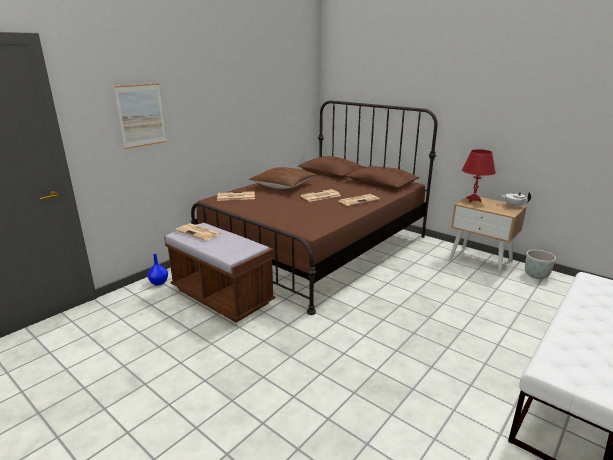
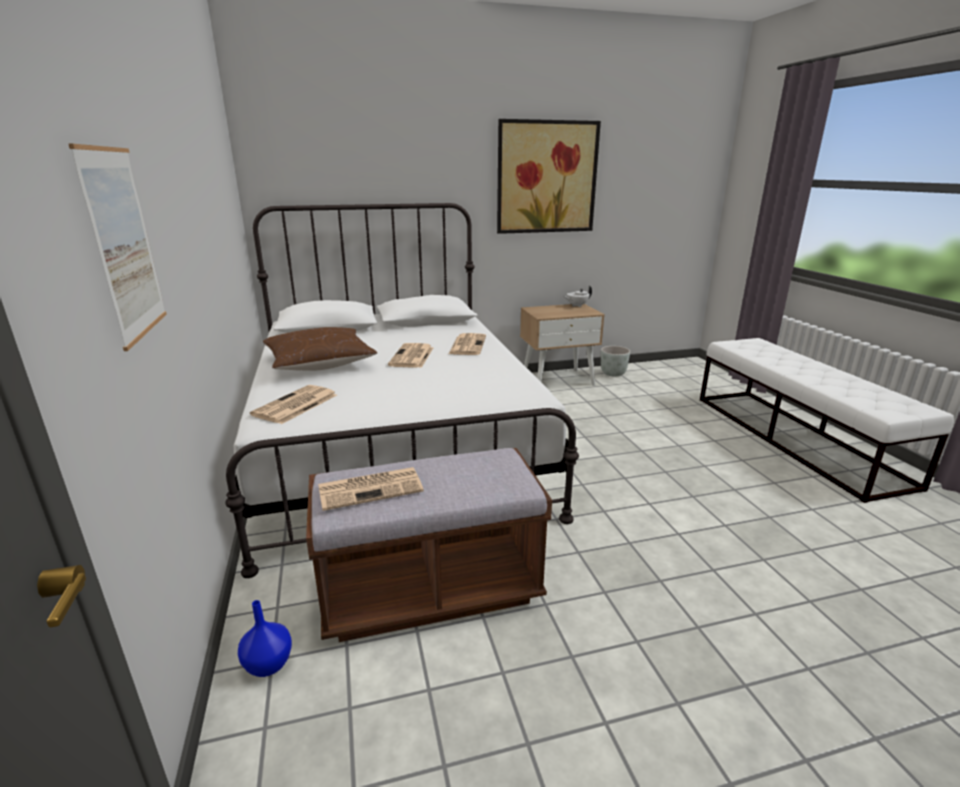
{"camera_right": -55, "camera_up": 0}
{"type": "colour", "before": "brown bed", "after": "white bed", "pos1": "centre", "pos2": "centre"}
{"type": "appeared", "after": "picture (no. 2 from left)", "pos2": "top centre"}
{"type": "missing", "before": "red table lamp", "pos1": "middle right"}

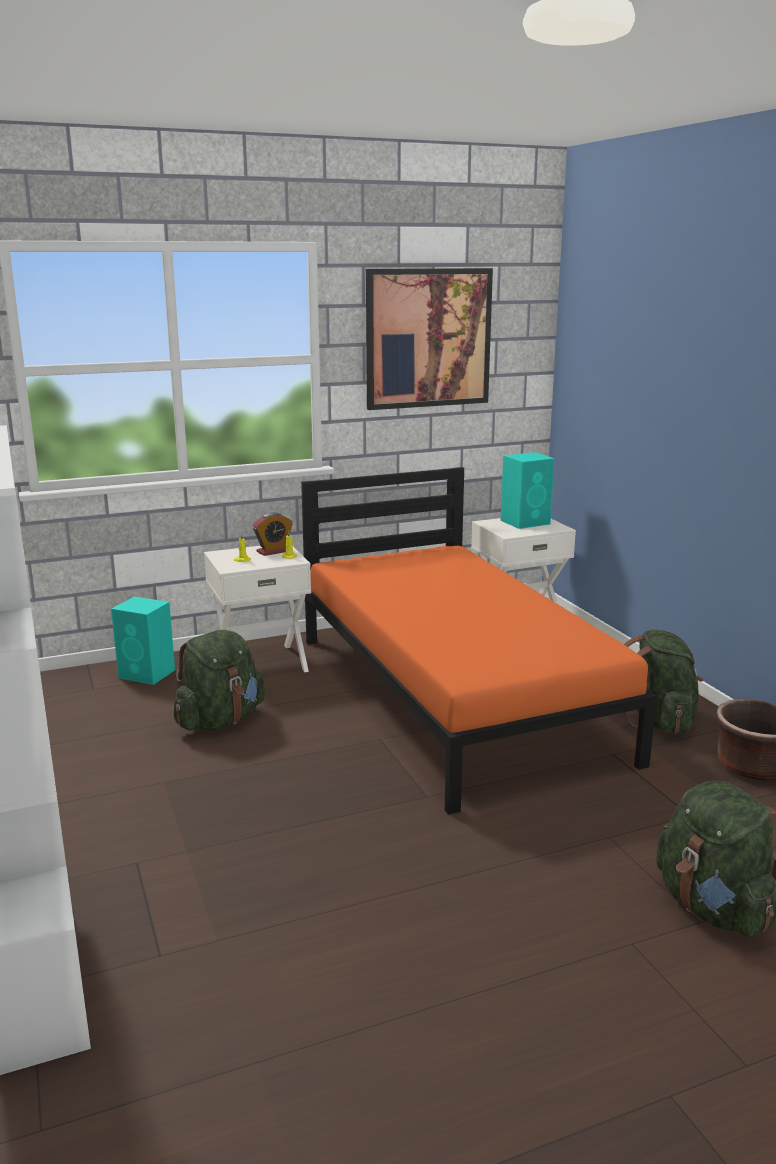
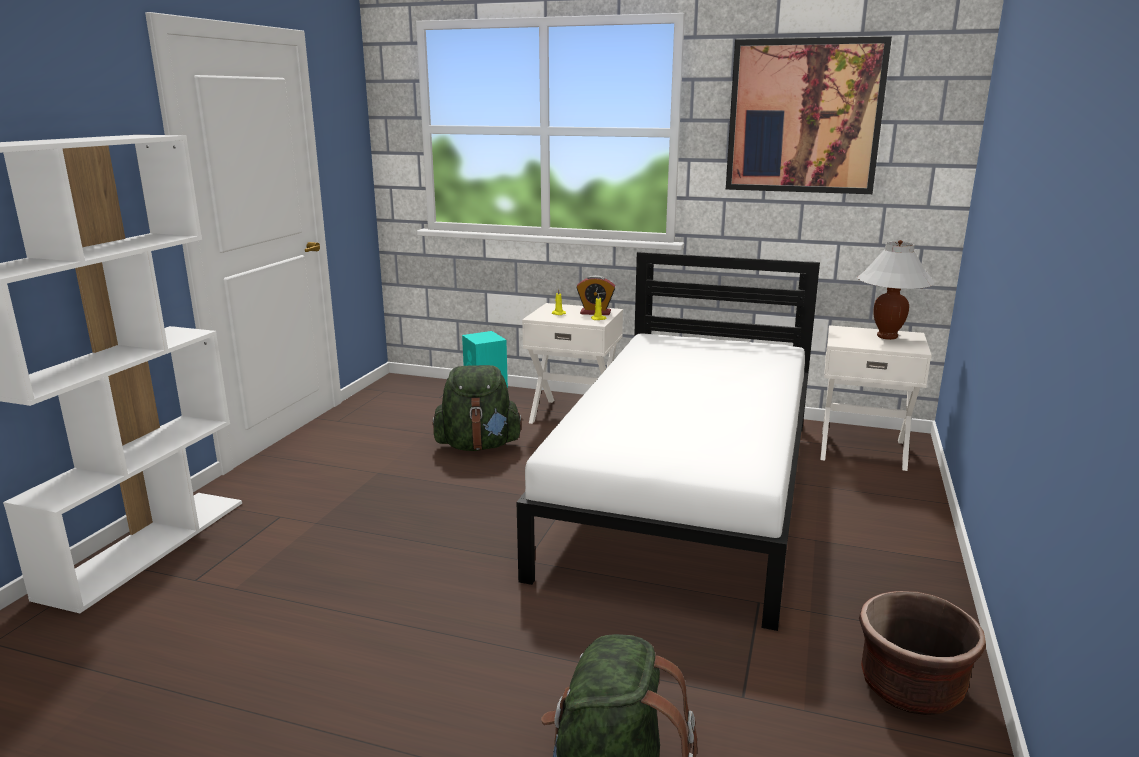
{"camera_right": 40, "camera_up": 0}
{"type": "colour", "before": "orange bed", "after": "white bed", "pos1": "centre", "pos2": "centre"}
{"type": "exchanged", "before": "turquoise speaker (no. 2 from left)", "after": "white table lamp", "pos1": "middle right", "pos2": "middle right"}
{"type": "missing", "before": "green backpack (no. 2 from left)", "pos1": "middle right"}

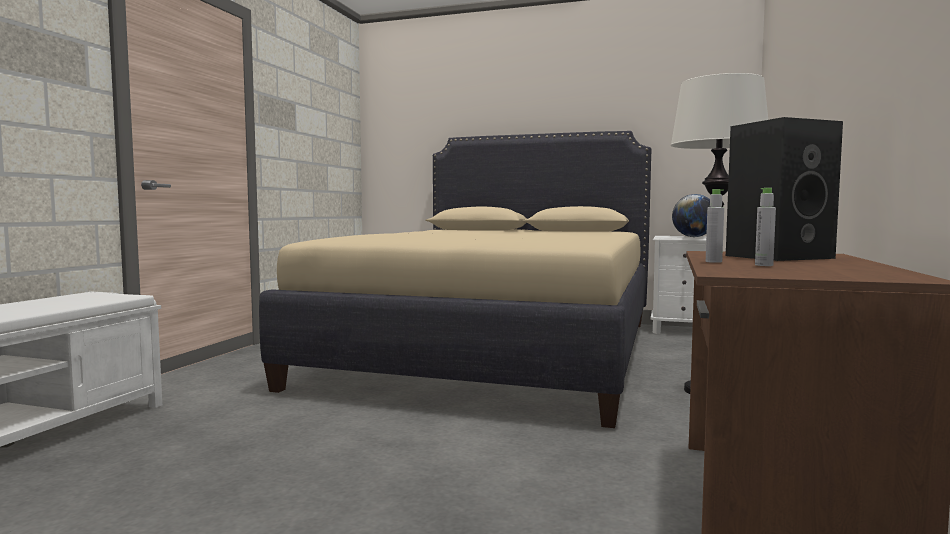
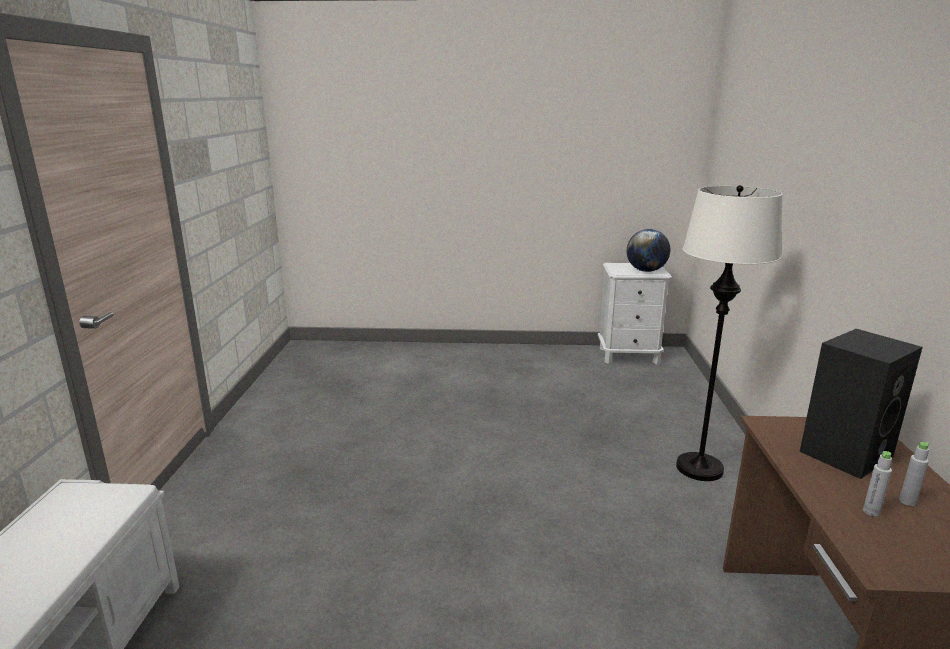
{"camera_right": -15, "camera_up": 15}
{"type": "relocated", "before": "grey bottle (no. 1 from left in the first image)", "after": "grey bottle (no. 2 from left)", "pos1": "middle right", "pos2": "bottom right"}
{"type": "missing", "before": "beige bed", "pos1": "centre"}

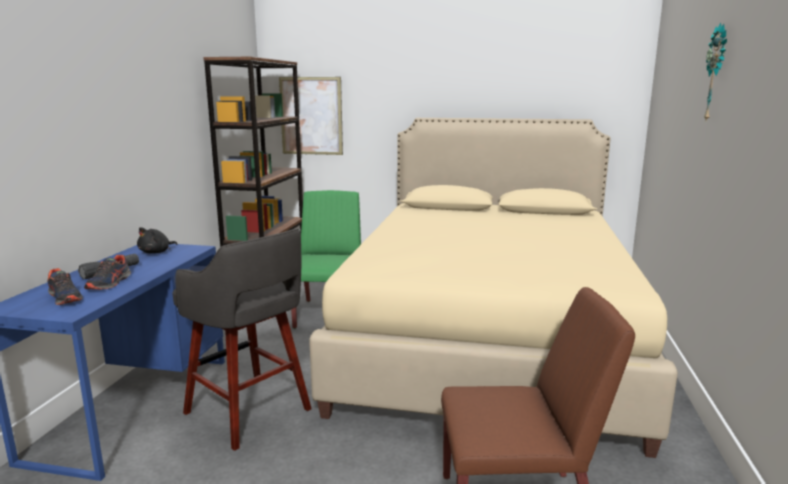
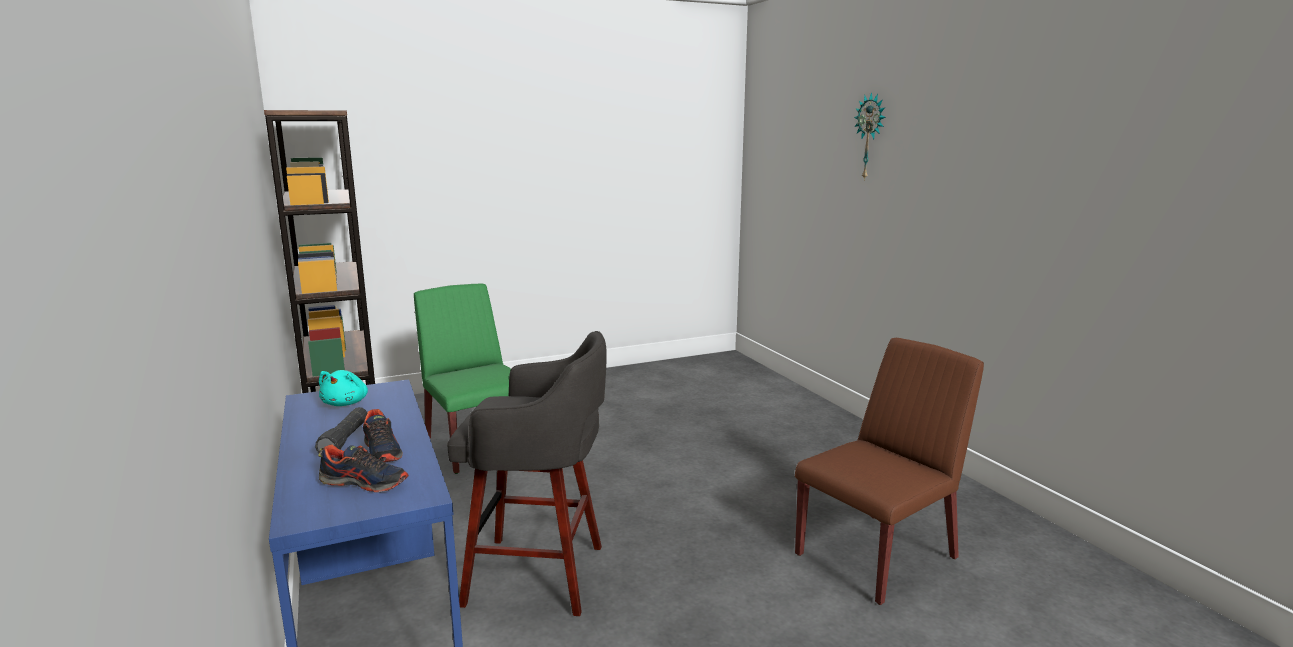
{"camera_right": -35, "camera_up": 0}
{"type": "colour", "before": "black plush toy", "after": "turquoise plush toy", "pos1": "middle left", "pos2": "middle left"}
{"type": "missing", "before": "picture", "pos1": "top centre"}
{"type": "missing", "before": "beige bed", "pos1": "centre"}

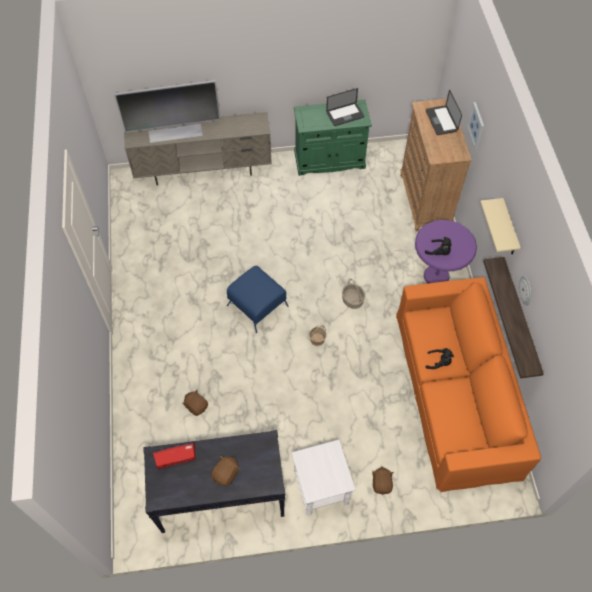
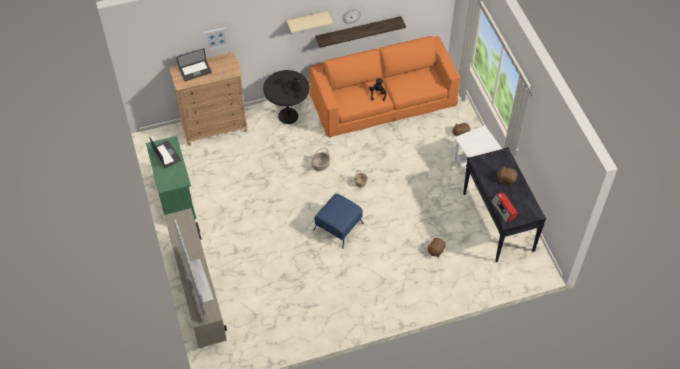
{"camera_right": -100, "camera_up": -5}
{"type": "colour", "before": "purple side table", "after": "black side table", "pos1": "middle right", "pos2": "top centre"}

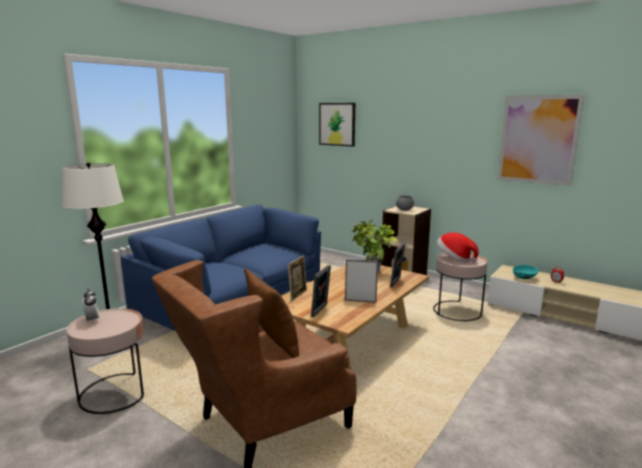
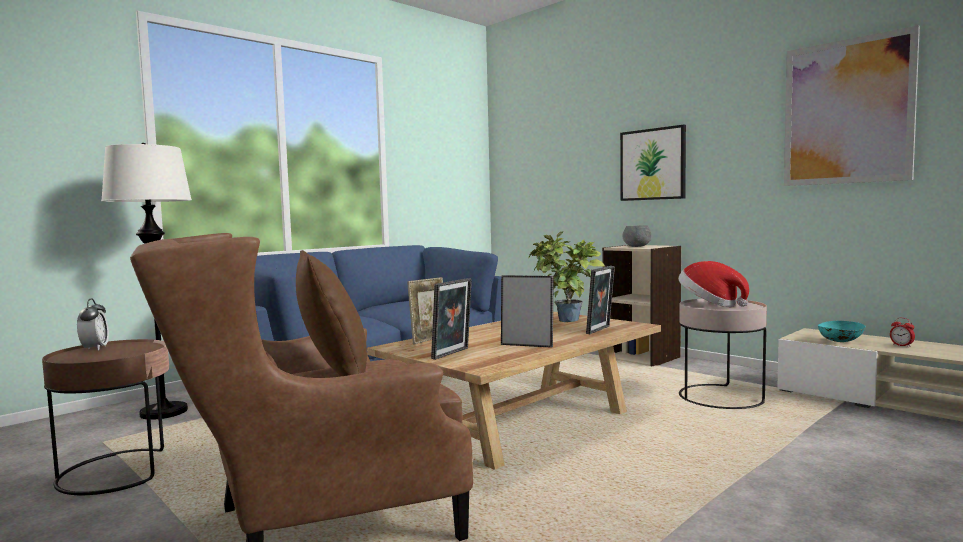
{"camera_right": 10, "camera_up": -10}
{"type": "colour", "before": "pink side table (no. 1 from left)", "after": "brown side table", "pos1": "bottom left", "pos2": "bottom left"}
{"type": "relocated", "before": "picture (no. 1 from left)", "pos1": "top centre", "pos2": "top right"}

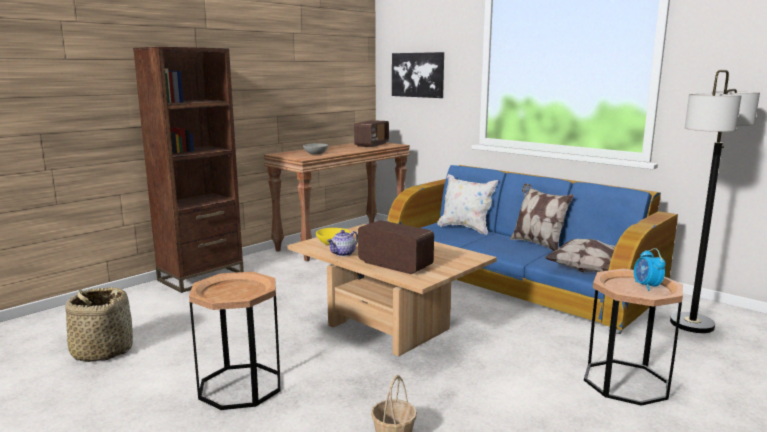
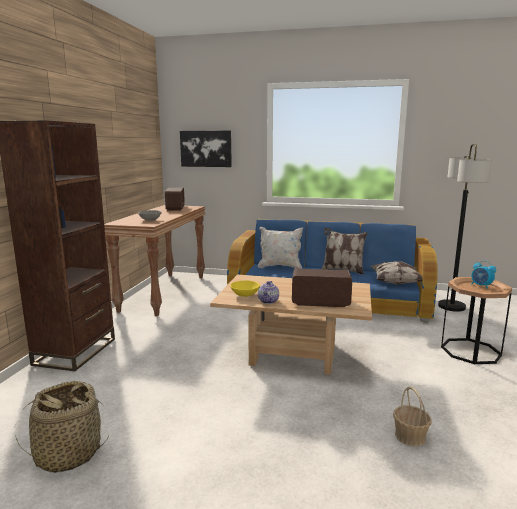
{"camera_right": -30, "camera_up": 0}
{"type": "missing", "before": "brown side table (no. 1 from left)", "pos1": "bottom left"}

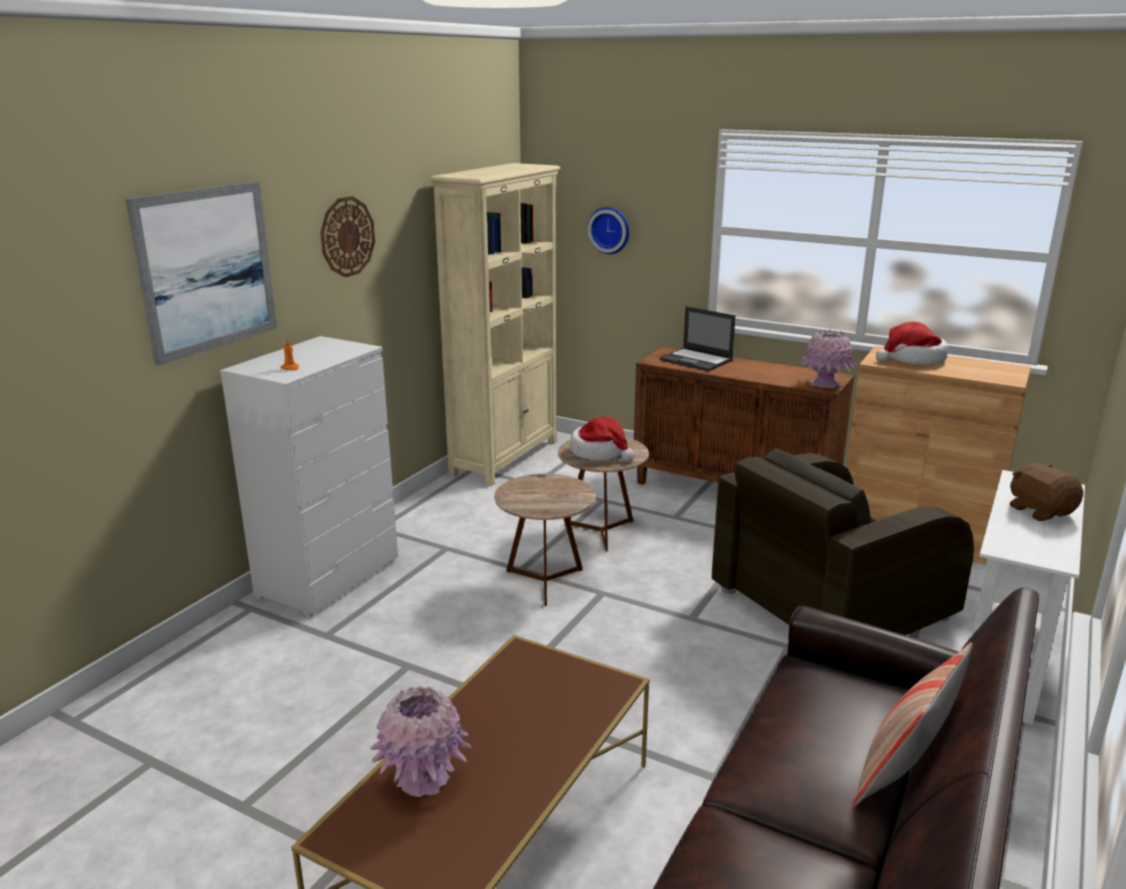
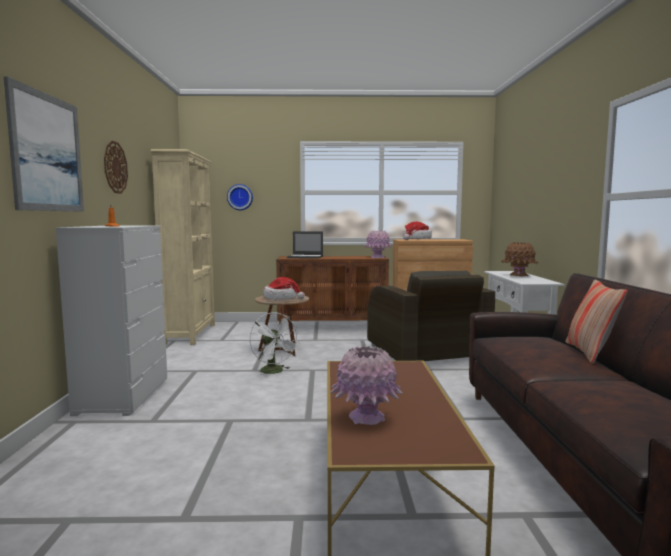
{"camera_right": -30, "camera_up": -15}
{"type": "exchanged", "before": "brown side table (no. 1 from left)", "after": "white fan", "pos1": "centre", "pos2": "centre"}
{"type": "spun", "before": "brown armchair", "pos1": "middle right", "pos2": "centre", "turn": -45}
{"type": "exchanged", "before": "brown plush toy", "after": "brown vase", "pos1": "middle right", "pos2": "middle right"}

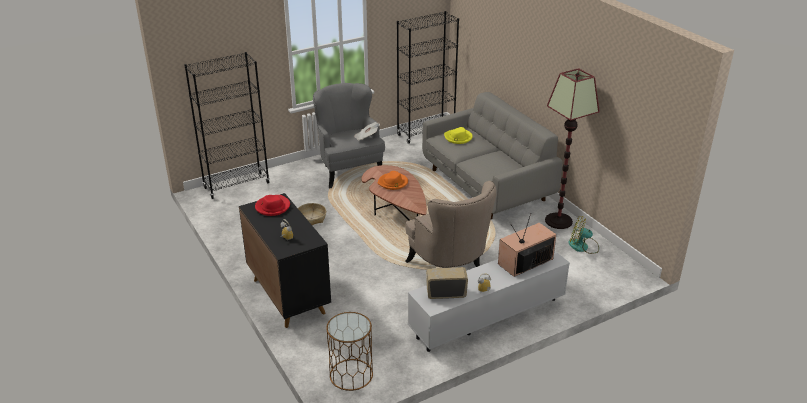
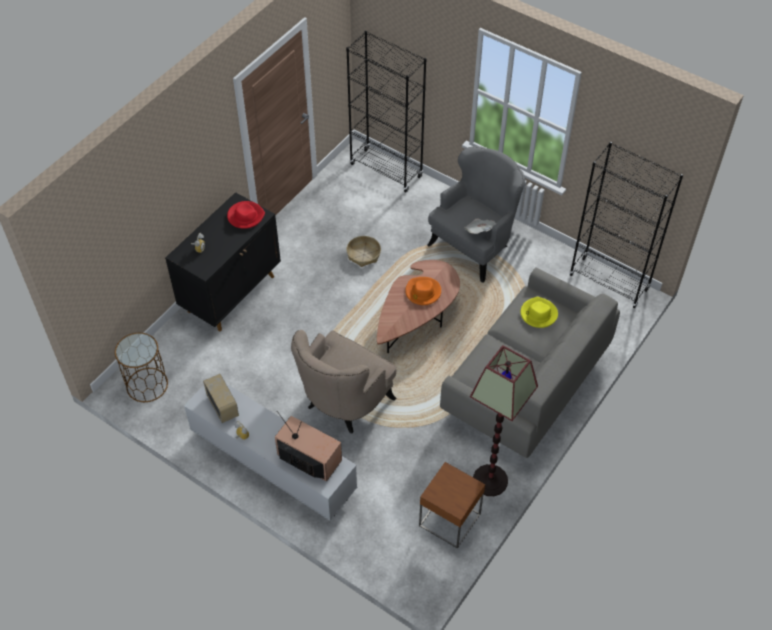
{"camera_right": 65, "camera_up": 20}
{"type": "exchanged", "before": "fan", "after": "brown side table (no. 2 from left)", "pos1": "middle right", "pos2": "bottom centre"}

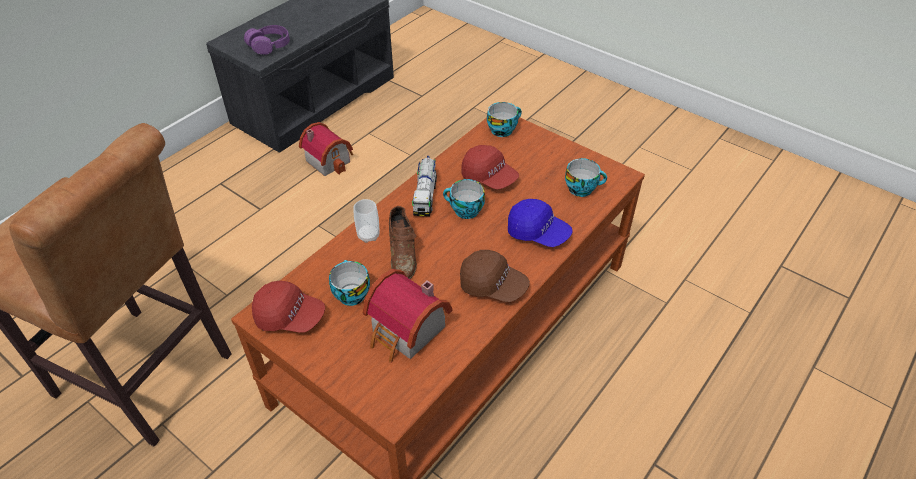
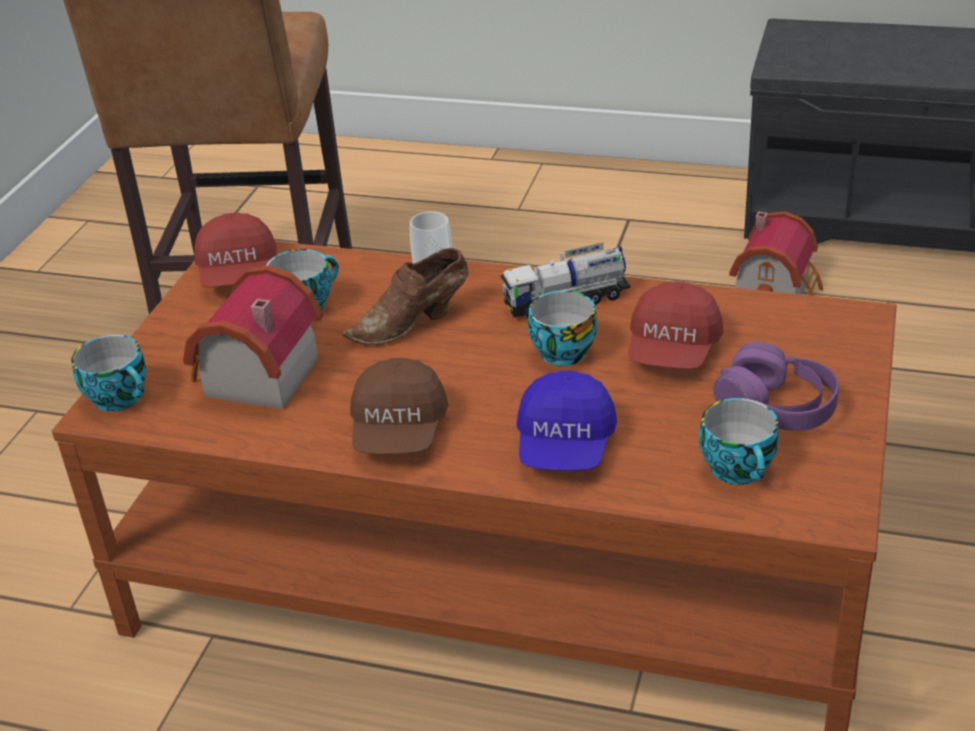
{"camera_right": 70, "camera_up": -10}
{"type": "relocated", "before": "cup (no. 4 from left in the first image)", "after": "cup (no. 1 from left)", "pos1": "top centre", "pos2": "middle left"}
{"type": "relocated", "before": "purple headphones", "pos1": "top left", "pos2": "middle right"}

